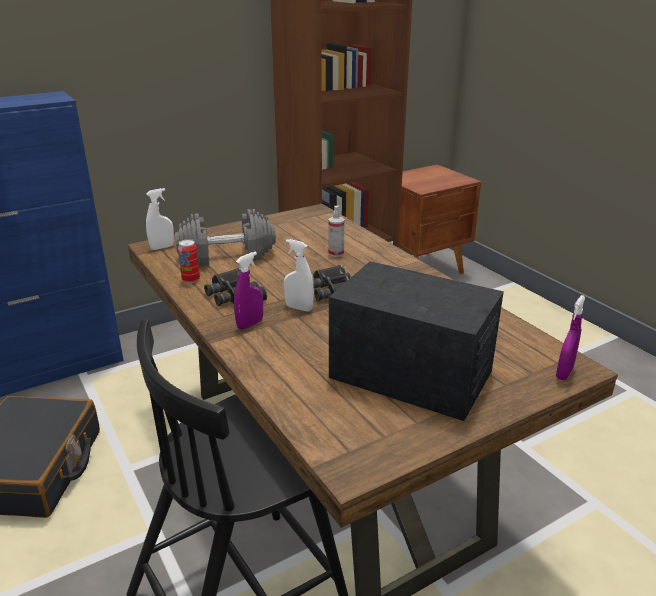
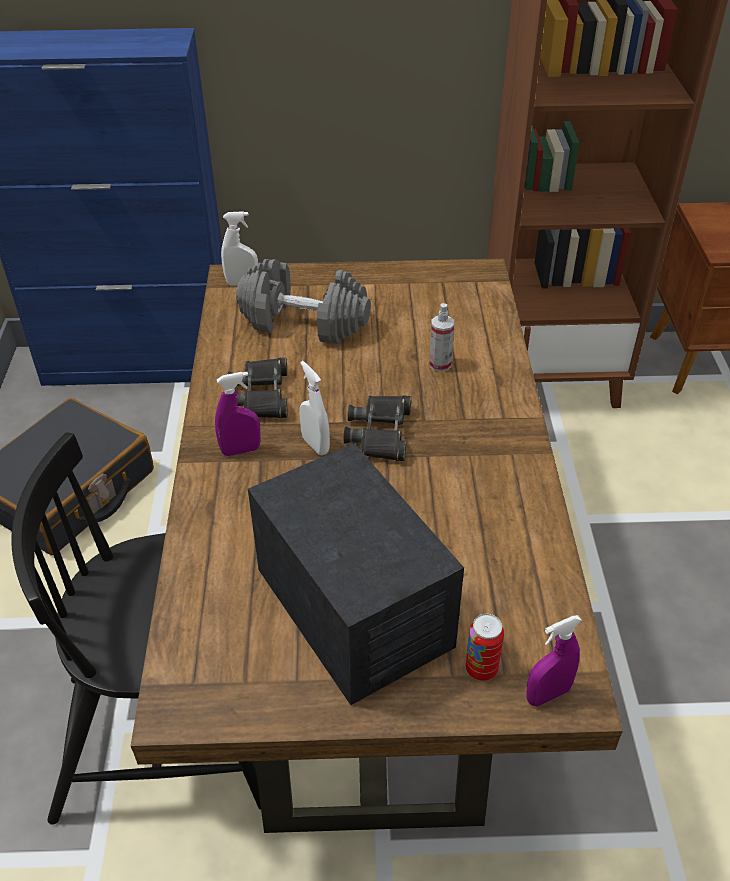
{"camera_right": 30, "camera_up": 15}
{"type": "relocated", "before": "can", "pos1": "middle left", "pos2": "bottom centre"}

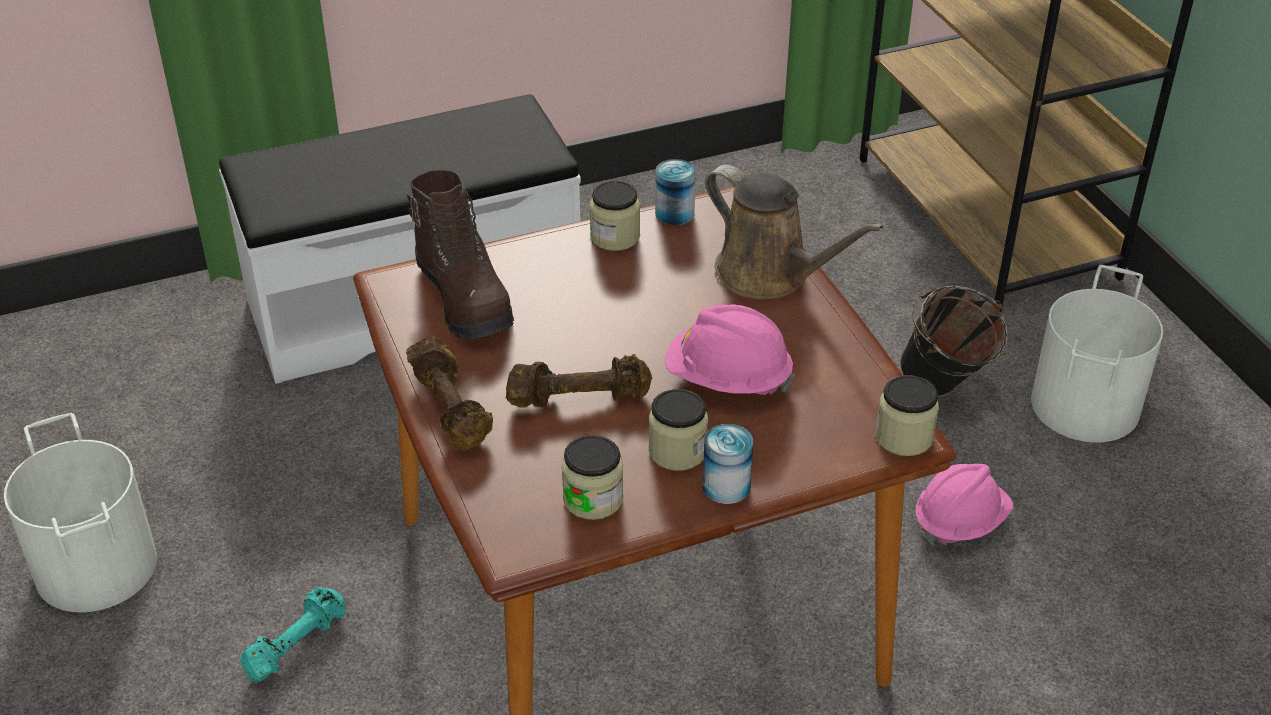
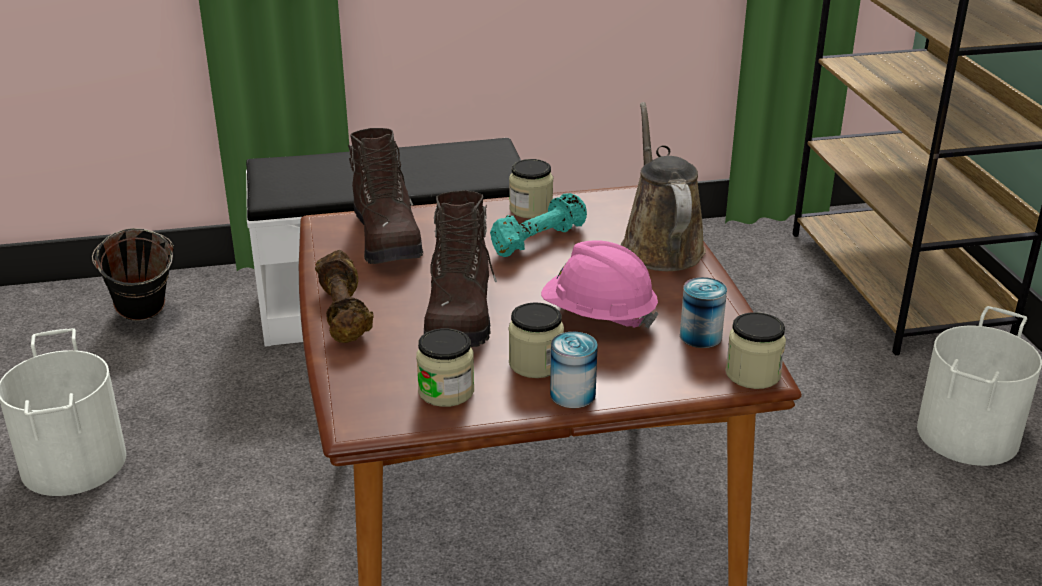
{"camera_right": 10, "camera_up": -10}
{"type": "relocated", "before": "black bucket", "pos1": "middle right", "pos2": "middle left"}
{"type": "exchanged", "before": "brown dumbbell (no. 2 from left)", "after": "brown boot (no. 2 from left)", "pos1": "centre", "pos2": "centre"}
{"type": "relocated", "before": "turquoise dumbbell", "pos1": "bottom left", "pos2": "centre"}
{"type": "spun", "before": "brown watering can", "pos1": "top centre", "pos2": "top centre", "turn": -150}
{"type": "relocated", "before": "can (no. 1 from left in the first image)", "after": "can (no. 2 from left)", "pos1": "top centre", "pos2": "middle right"}
{"type": "missing", "before": "pink hard hat (no. 2 from left)", "pos1": "bottom right"}

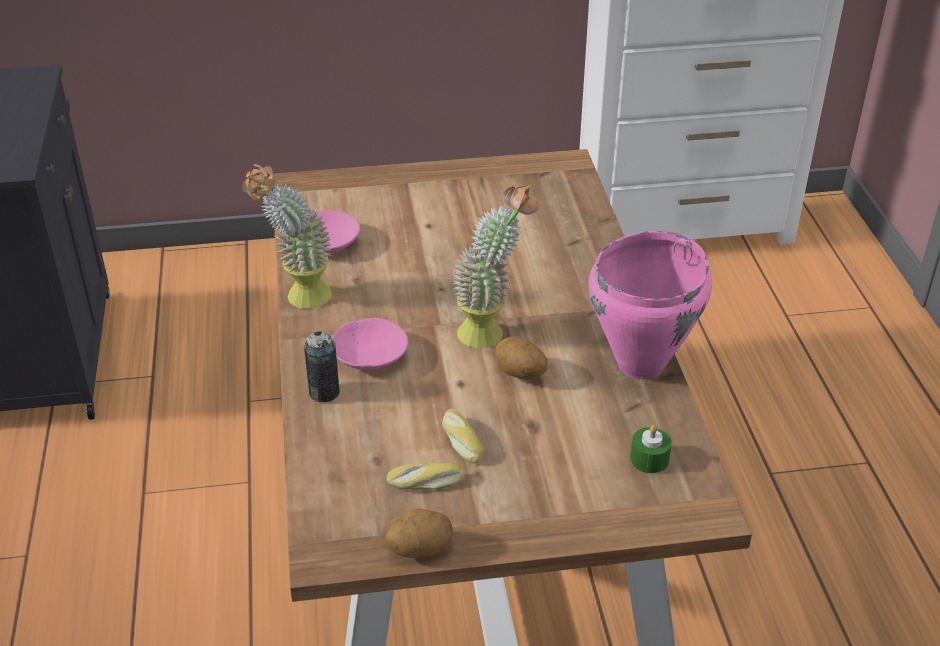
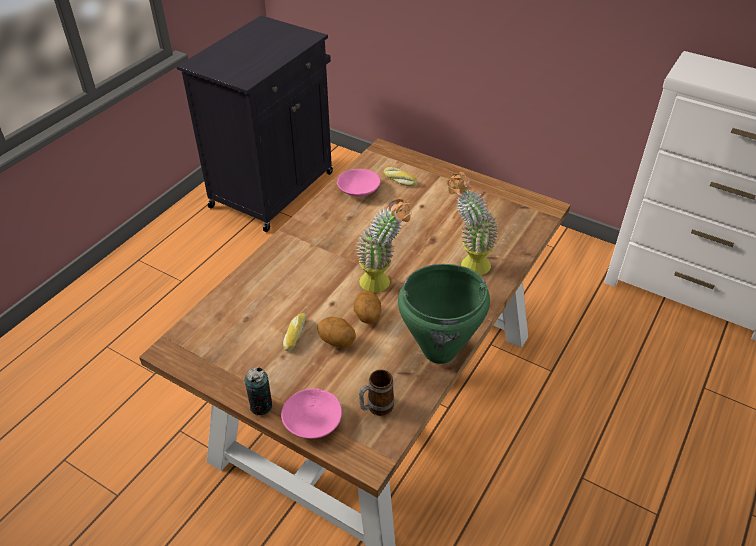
{"camera_right": 40, "camera_up": 5}
{"type": "relocated", "before": "can", "pos1": "centre", "pos2": "bottom centre"}
{"type": "relocated", "before": "pink bowl (no. 2 from left in the first image)", "after": "pink bowl (no. 1 from left)", "pos1": "centre", "pos2": "bottom centre"}
{"type": "relocated", "before": "potato (no. 1 from left)", "pos1": "bottom centre", "pos2": "centre"}
{"type": "exchanged", "before": "green candle", "after": "mug", "pos1": "bottom right", "pos2": "bottom centre"}
{"type": "relocated", "before": "bread (no. 1 from left in the first image)", "after": "bread (no. 2 from left)", "pos1": "bottom centre", "pos2": "top centre"}
{"type": "colour", "before": "pink cooking pot", "after": "green cooking pot", "pos1": "middle right", "pos2": "centre"}
{"type": "relocated", "before": "potted plant (no. 1 from left in the first image)", "after": "potted plant (no. 2 from left)", "pos1": "middle left", "pos2": "centre"}

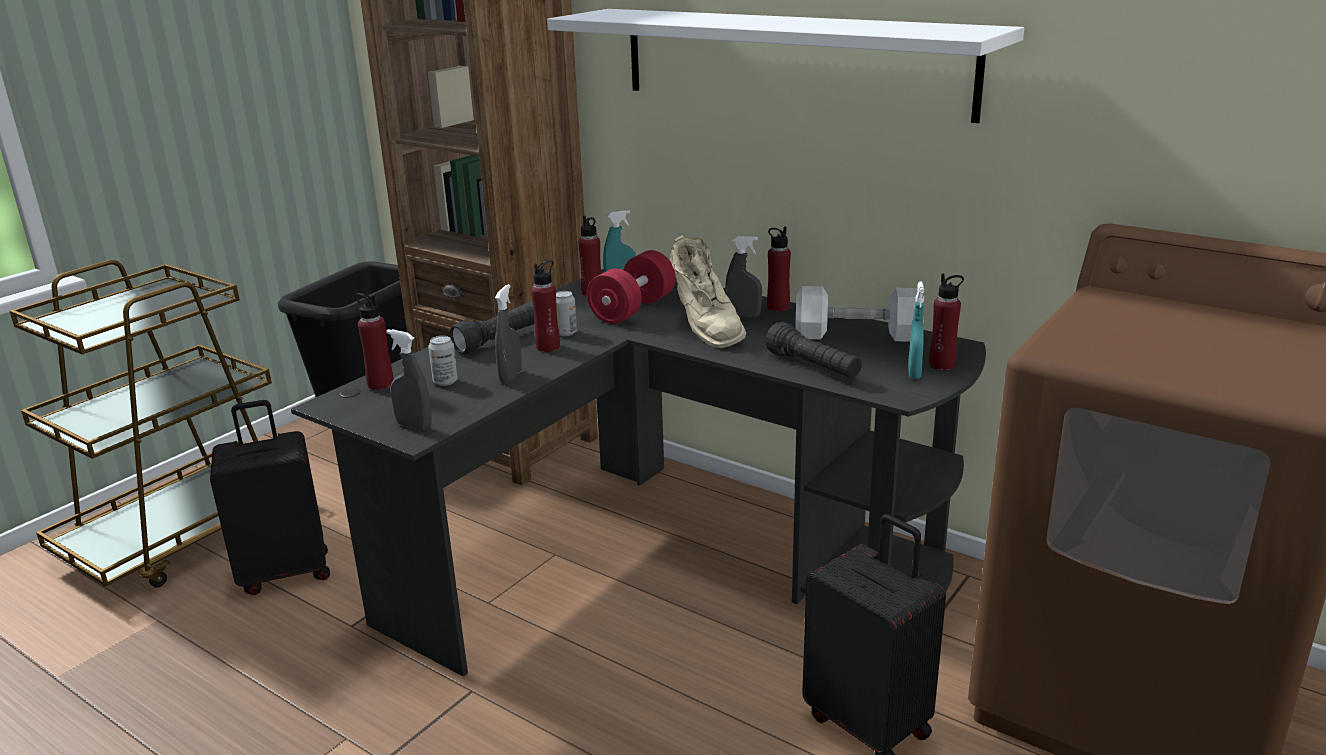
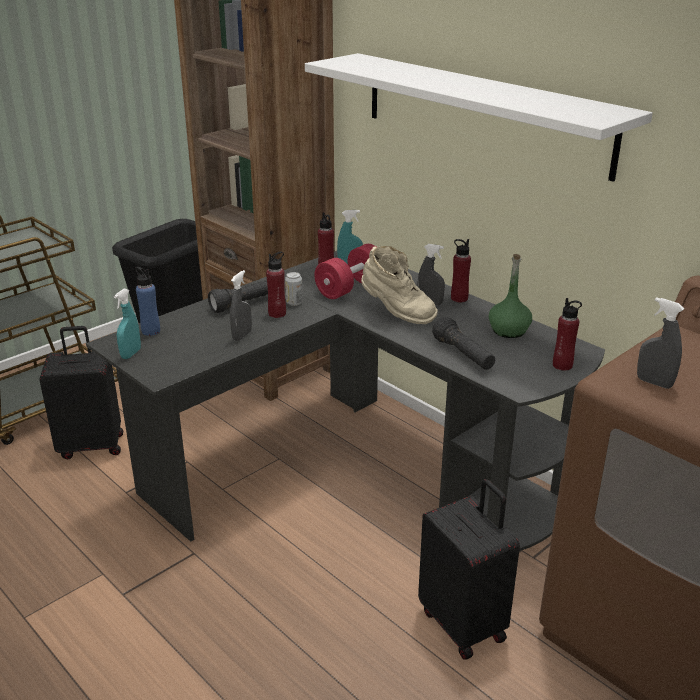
{"camera_right": 10, "camera_up": 5}
{"type": "relocated", "before": "turquoise spray bottle (no. 2 from left in the first image)", "after": "turquoise spray bottle (no. 1 from left)", "pos1": "middle right", "pos2": "middle left"}
{"type": "colour", "before": "red bottle (no. 1 from left)", "after": "blue bottle", "pos1": "middle left", "pos2": "middle left"}
{"type": "spun", "before": "beige boot", "pos1": "centre", "pos2": "centre", "turn": -45}
{"type": "exchanged", "before": "white dumbbell", "after": "green bottle", "pos1": "centre", "pos2": "middle right"}
{"type": "relocated", "before": "grey spray bottle (no. 1 from left in the first image)", "after": "grey spray bottle (no. 3 from left)", "pos1": "middle left", "pos2": "middle right"}
{"type": "missing", "before": "can (no. 1 from left)", "pos1": "centre"}

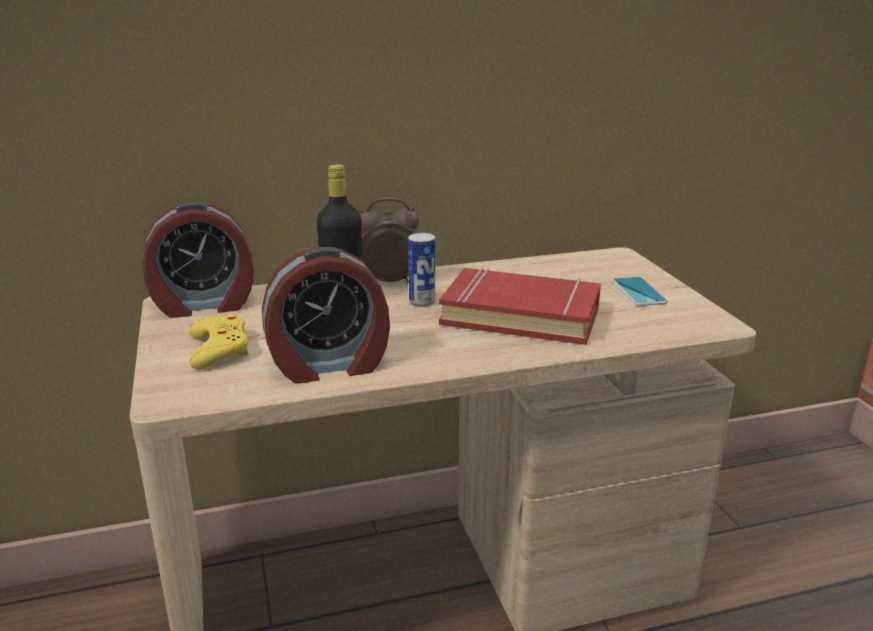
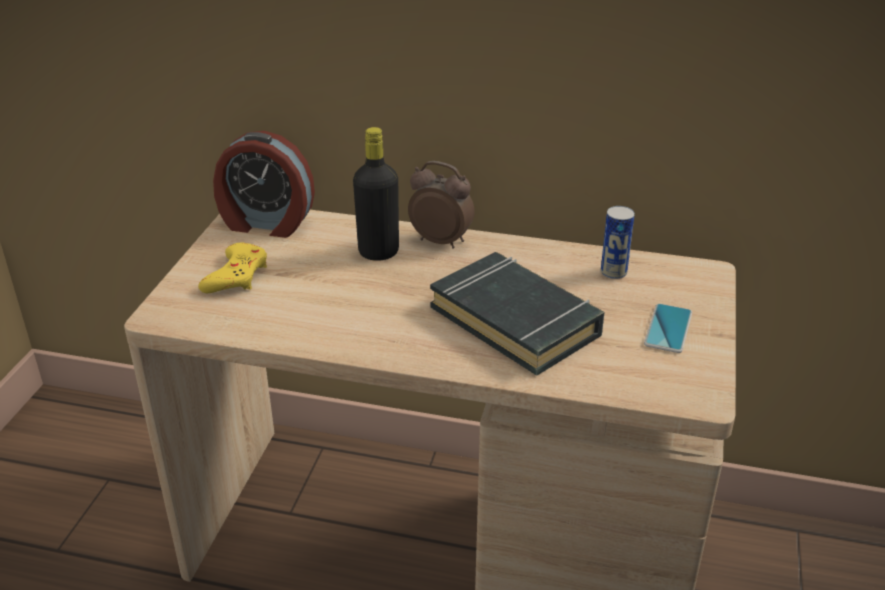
{"camera_right": 30, "camera_up": 10}
{"type": "colour", "before": "red book", "after": "black book", "pos1": "centre", "pos2": "centre"}
{"type": "relocated", "before": "can", "pos1": "centre", "pos2": "middle right"}
{"type": "missing", "before": "alarm clock (no. 2 from left)", "pos1": "centre"}

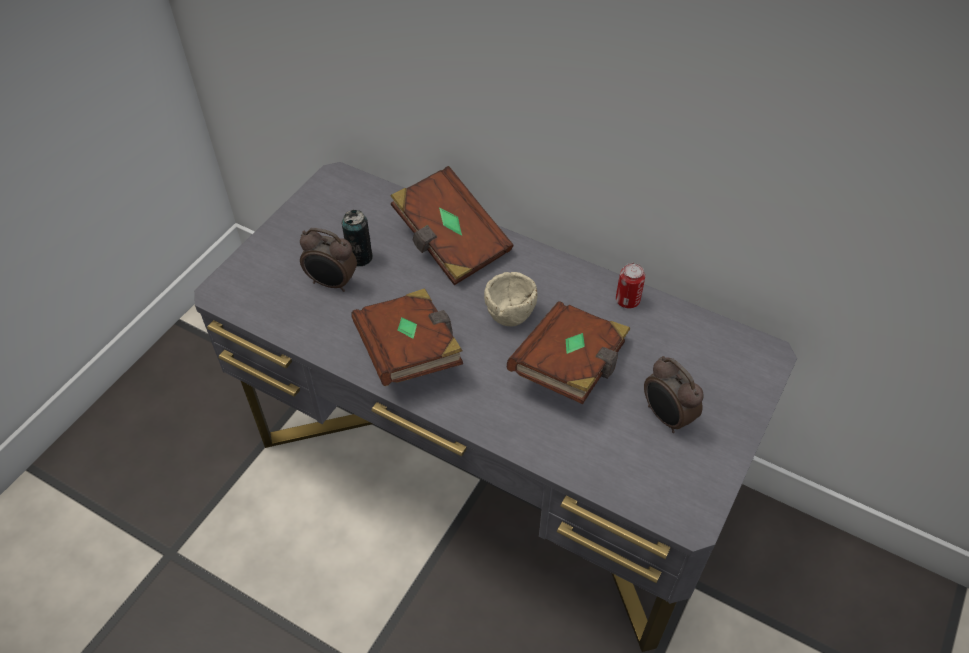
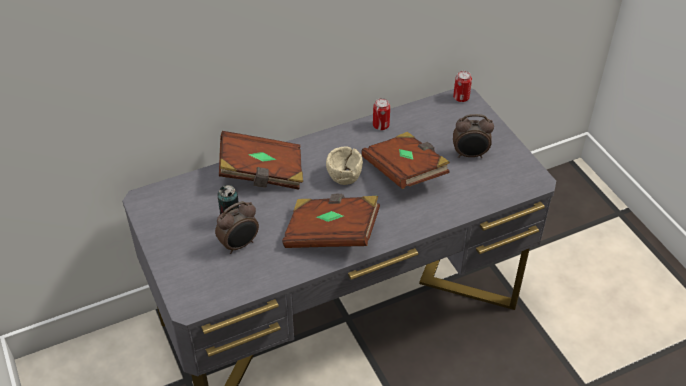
{"camera_right": -55, "camera_up": -5}
{"type": "appeared", "after": "can (no. 3 from left)", "pos2": "top right"}

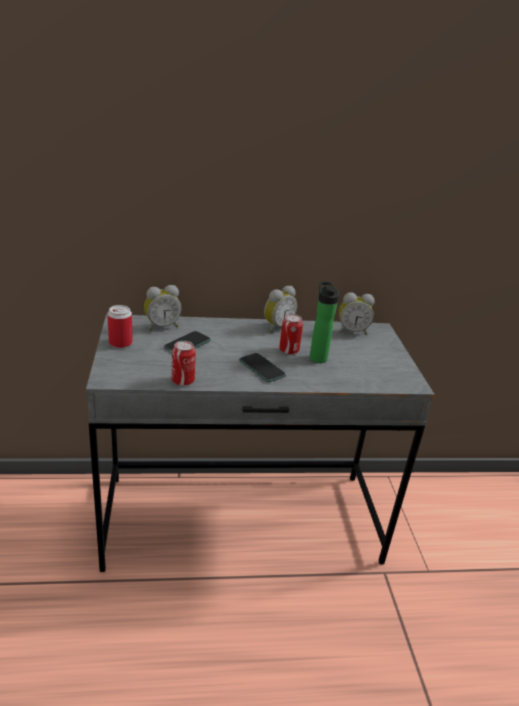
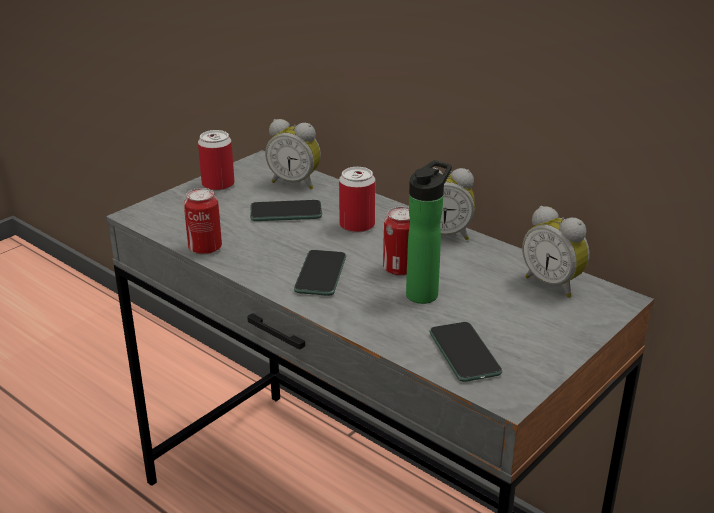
{"camera_right": 50, "camera_up": 0}
{"type": "appeared", "after": "can (no. 3 from left)", "pos2": "centre"}
{"type": "appeared", "after": "phone (no. 3 from left)", "pos2": "bottom centre"}

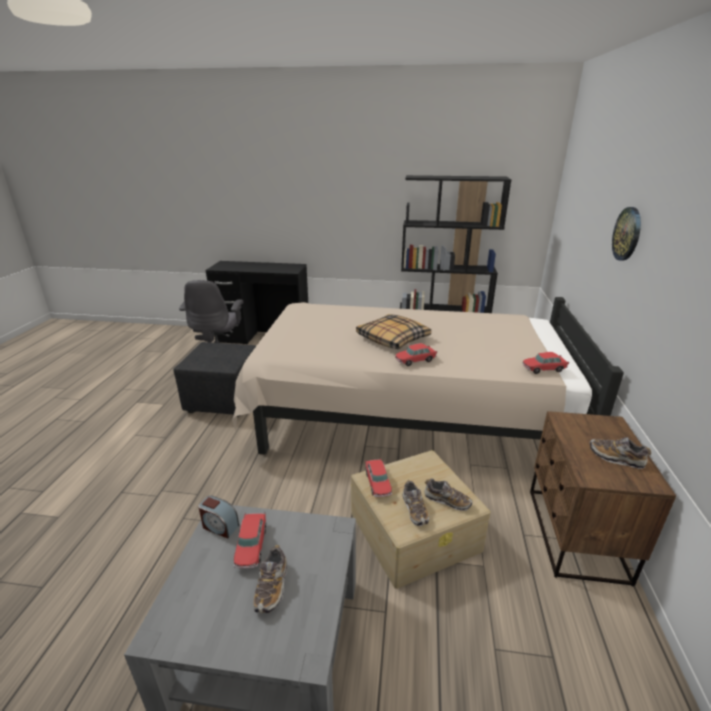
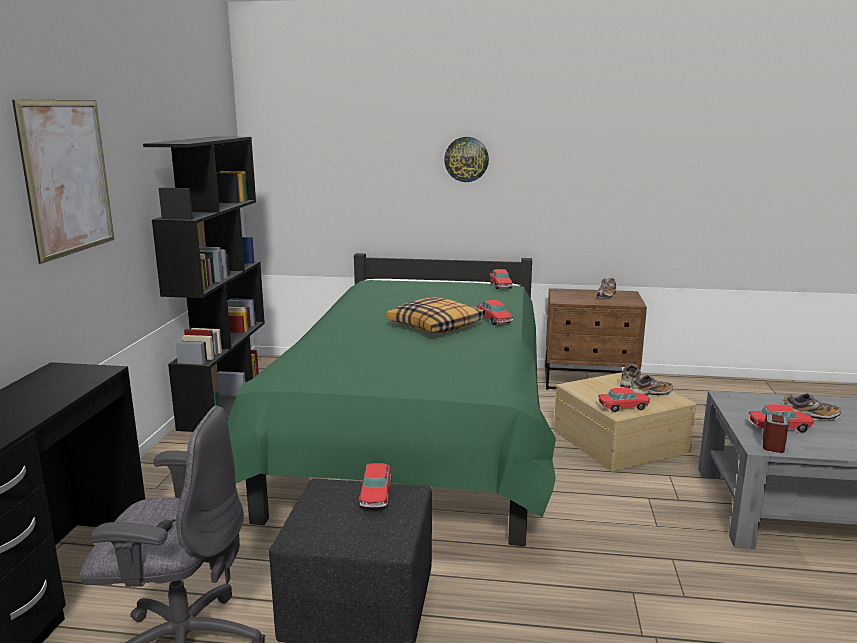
{"camera_right": -90, "camera_up": -10}
{"type": "appeared", "after": "picture", "pos2": "top left"}
{"type": "colour", "before": "beige bed", "after": "green bed", "pos1": "centre", "pos2": "centre"}
{"type": "appeared", "after": "toy car (no. 1 from left)", "pos2": "bottom centre"}

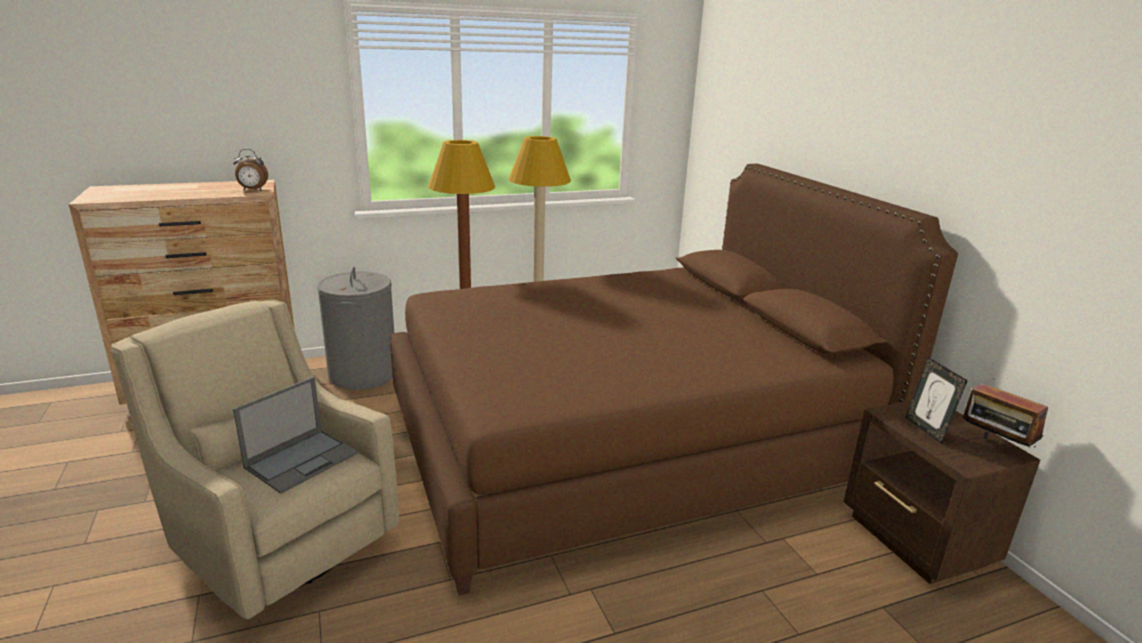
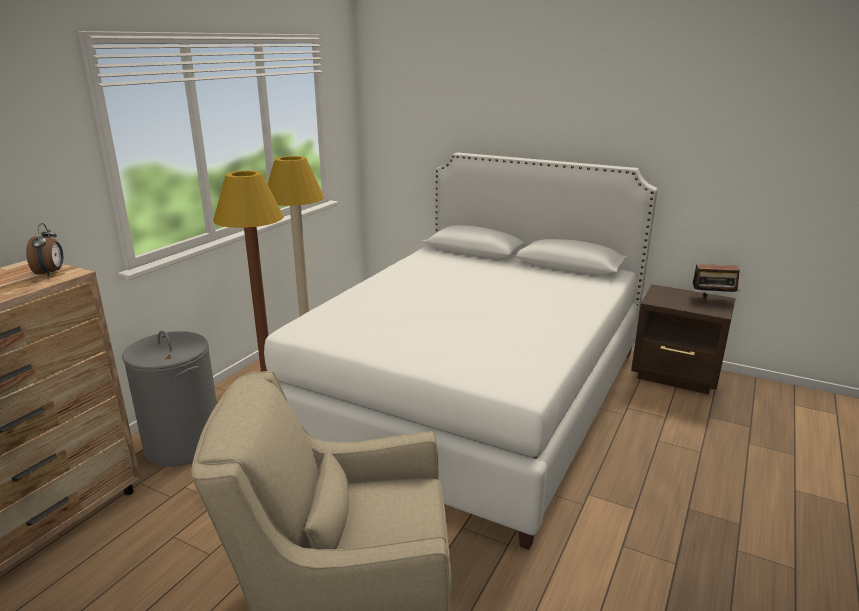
{"camera_right": -40, "camera_up": 0}
{"type": "spun", "before": "alarm clock", "pos1": "top left", "pos2": "middle left", "turn": -45}
{"type": "colour", "before": "brown bed", "after": "white bed", "pos1": "centre", "pos2": "centre"}
{"type": "missing", "before": "laptop", "pos1": "bottom left"}
{"type": "missing", "before": "picture frame", "pos1": "middle right"}

